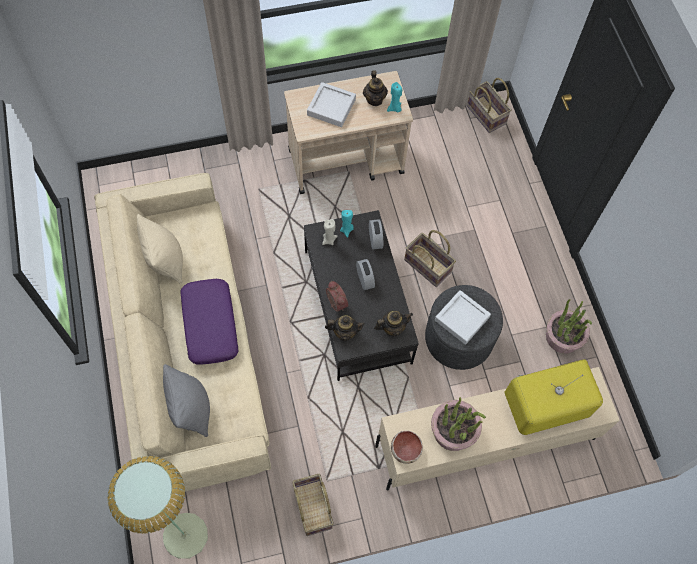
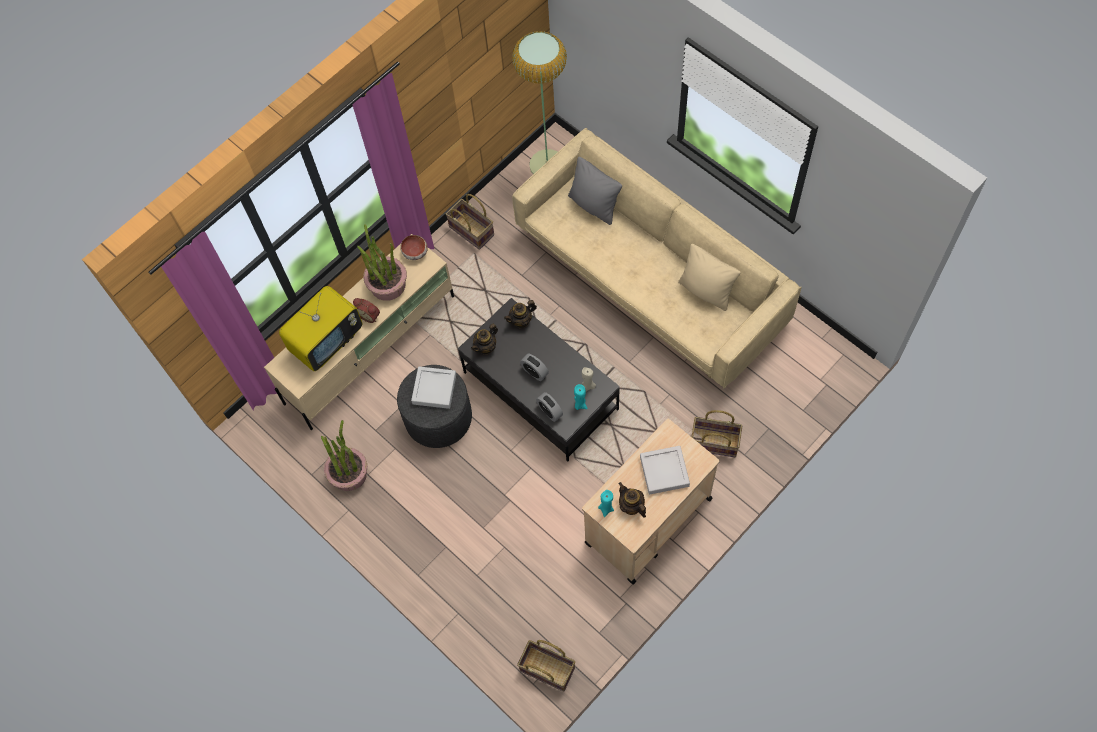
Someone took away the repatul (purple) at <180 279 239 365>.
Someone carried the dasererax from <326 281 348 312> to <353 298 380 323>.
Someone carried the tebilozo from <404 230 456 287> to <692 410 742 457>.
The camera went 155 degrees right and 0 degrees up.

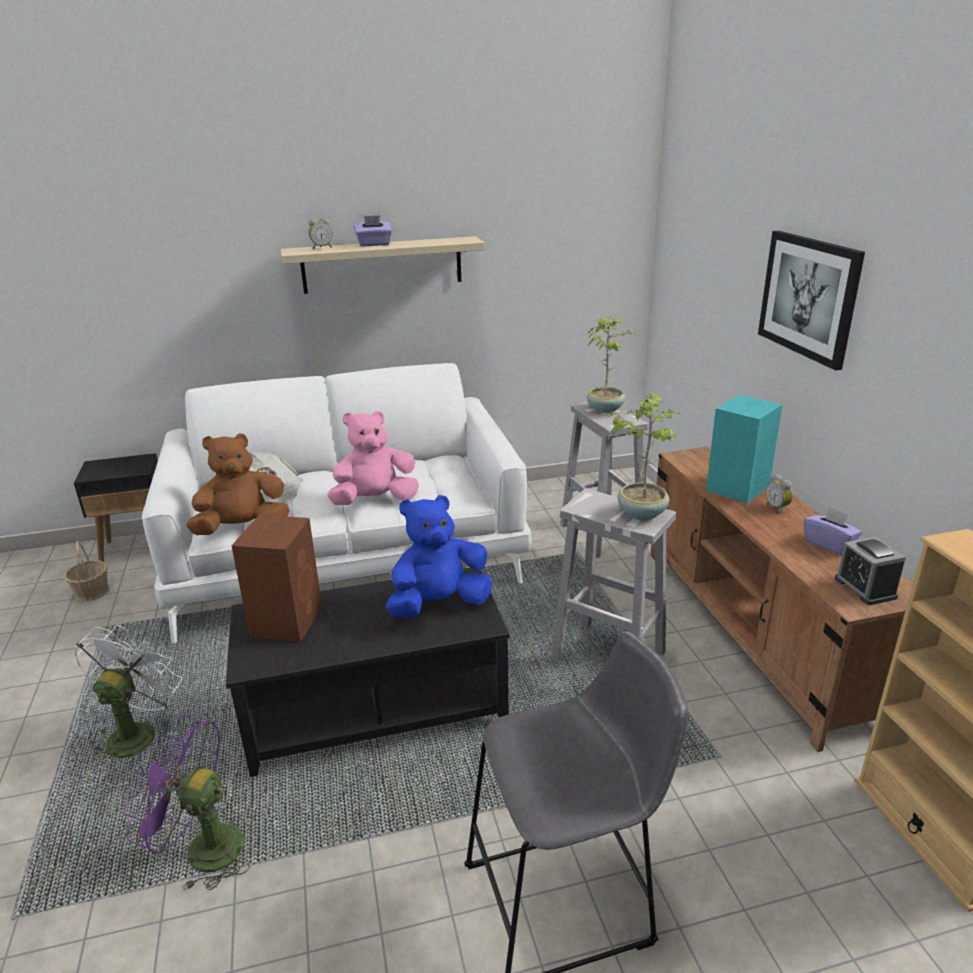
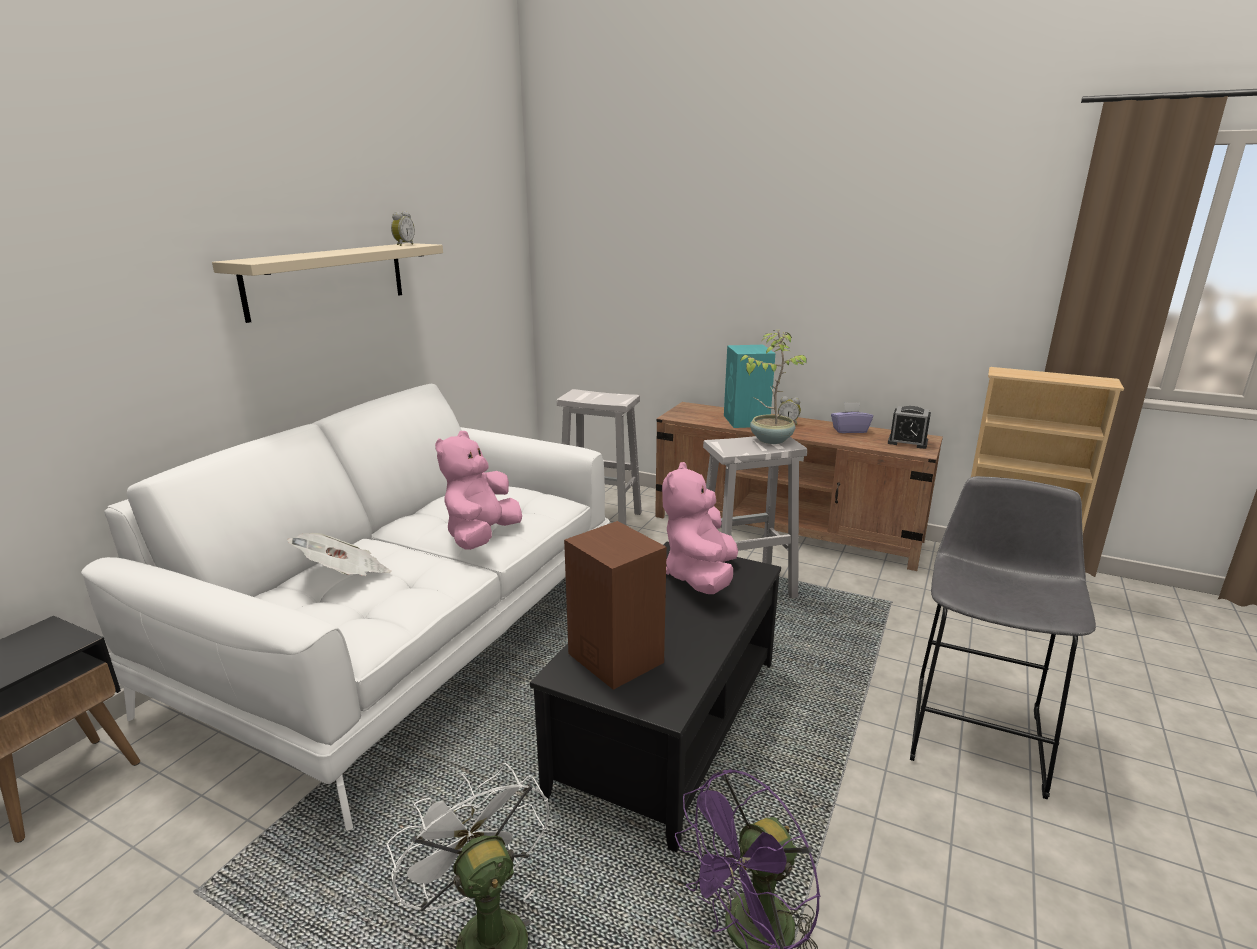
Someone took away the tebilozo at <64 541 110 602>.
Someone took away the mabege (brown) at <186 433 290 535>.
Someone carried the dasererax from <309 217 332 249> to <391 211 415 246>.
Someone took away the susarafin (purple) at <353 215 392 247>.
Someone repainted the mabege (blue) at <386 495 492 618>, which became the mabege (pink) at <662 462 738 594>.
Someone took away the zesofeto at <587 315 636 413>.
Someone took away the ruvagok at <758 231 865 371>.
The camera went 50 degrees left and 5 degrees down.

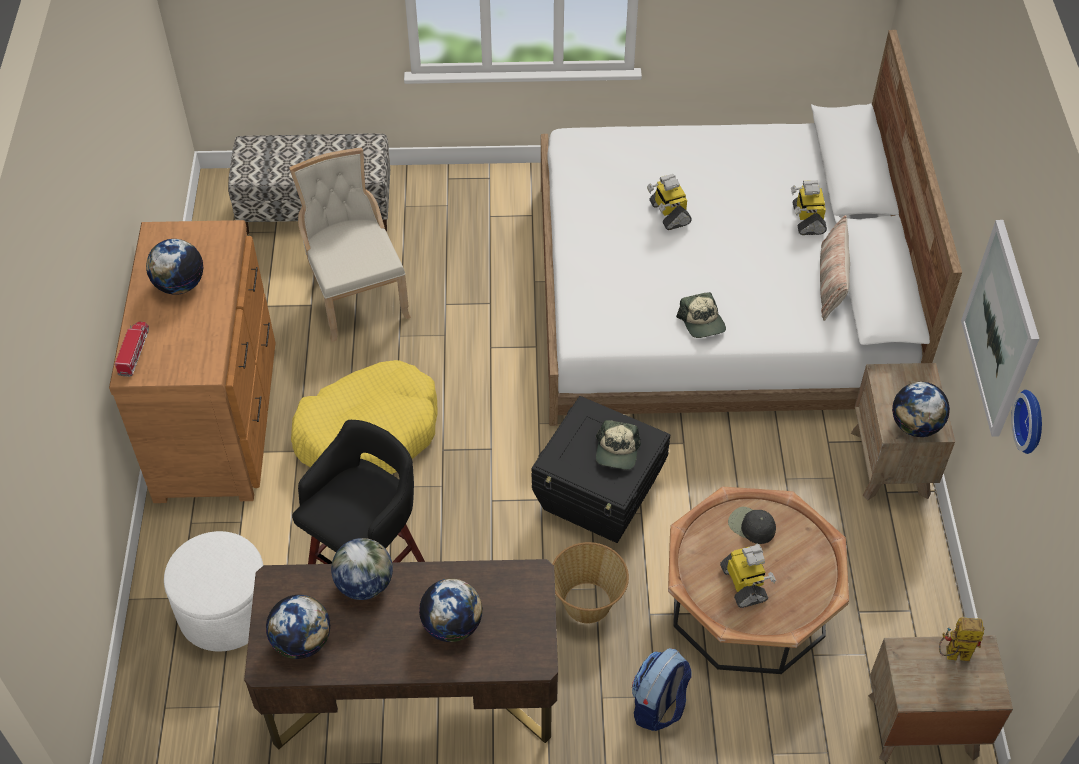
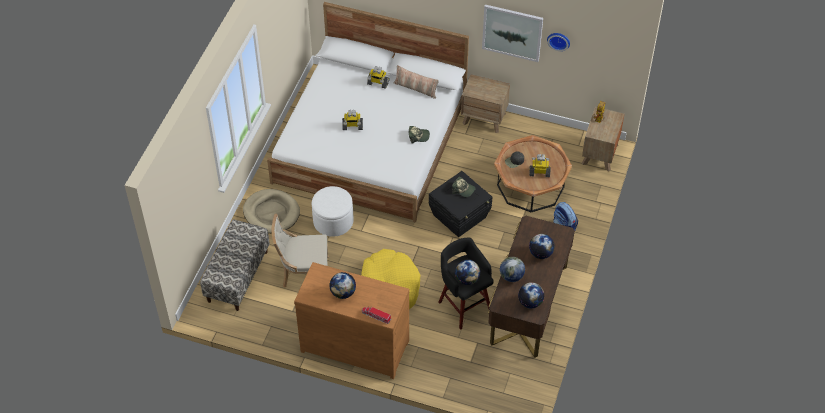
Someone carried the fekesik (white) from <164 531 263 652> to <312 186 353 237>.
Someone took away the tebilozo at <552 542 629 623>.
Someone carried the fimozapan from <892 382 950 437> to <455 259 480 285>.
Someone put down the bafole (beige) at <243 189 300 233>.
The camera went 70 degrees left and 0 degrees up.

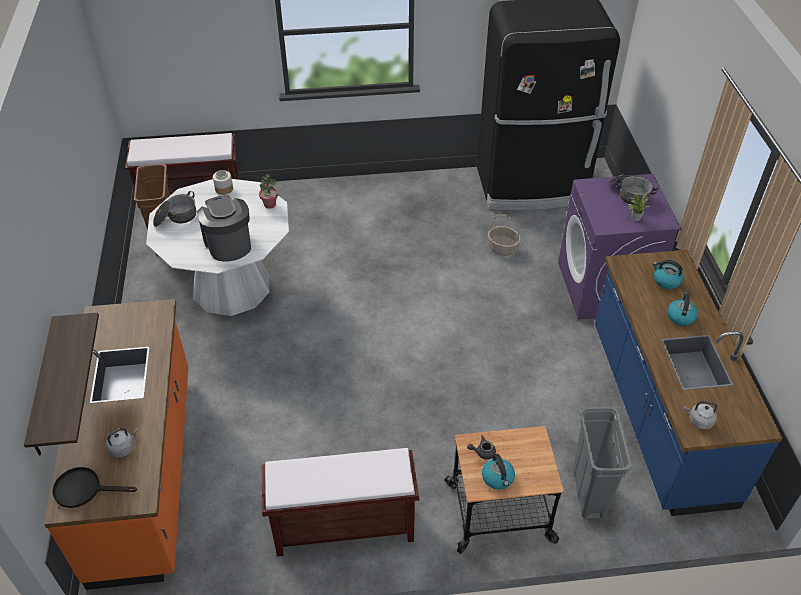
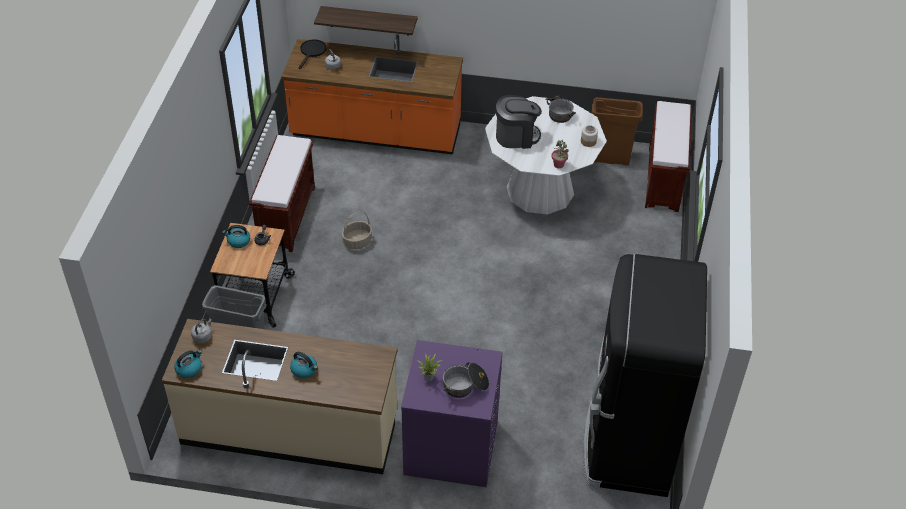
Someone carried the tebilozo from <488 214 521 256> to <342 211 372 249>.
Someone repainted the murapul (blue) at <595 250 783 516>, which became the murapul (beige) at <162 319 397 474>.
Someone carried the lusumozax from <653 260 683 289> to <174 350 202 378>.
The camera went 105 degrees right and 0 degrees up.

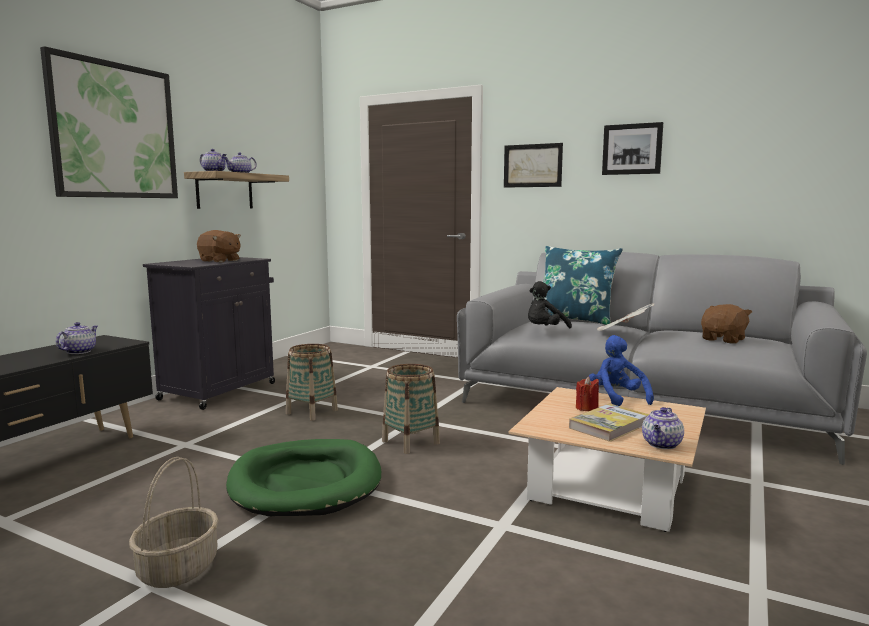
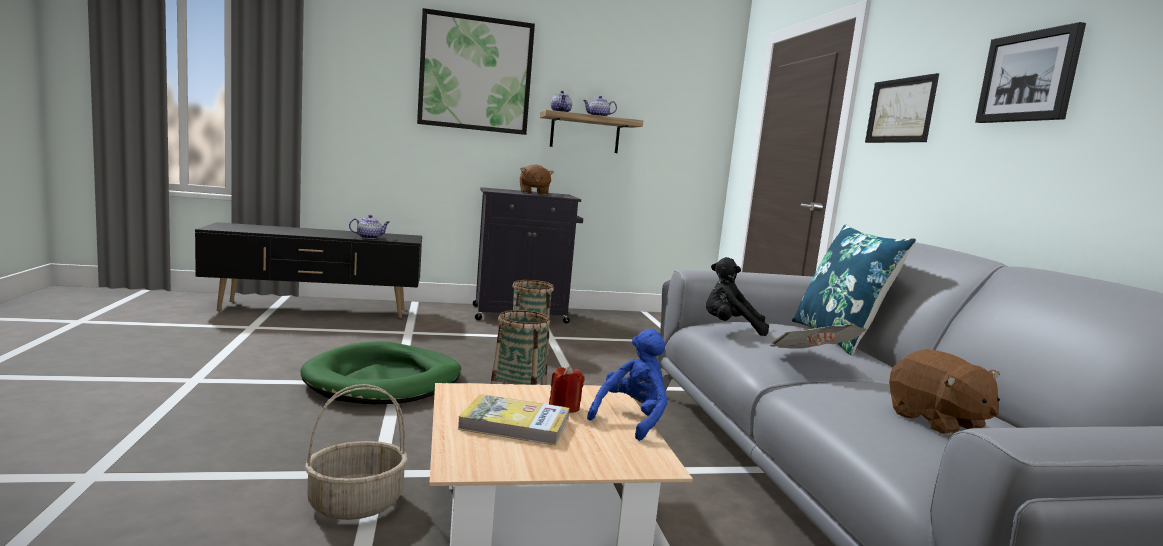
Someone carried the tebilozo from <129 457 218 588> to <305 384 408 520>.
Someone took away the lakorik at <642 407 684 449>.
Someone rotated the mabege (brown) at <701 304 752 344> by 60 degrees clockwise.
The camera went 50 degrees right and 0 degrees up.

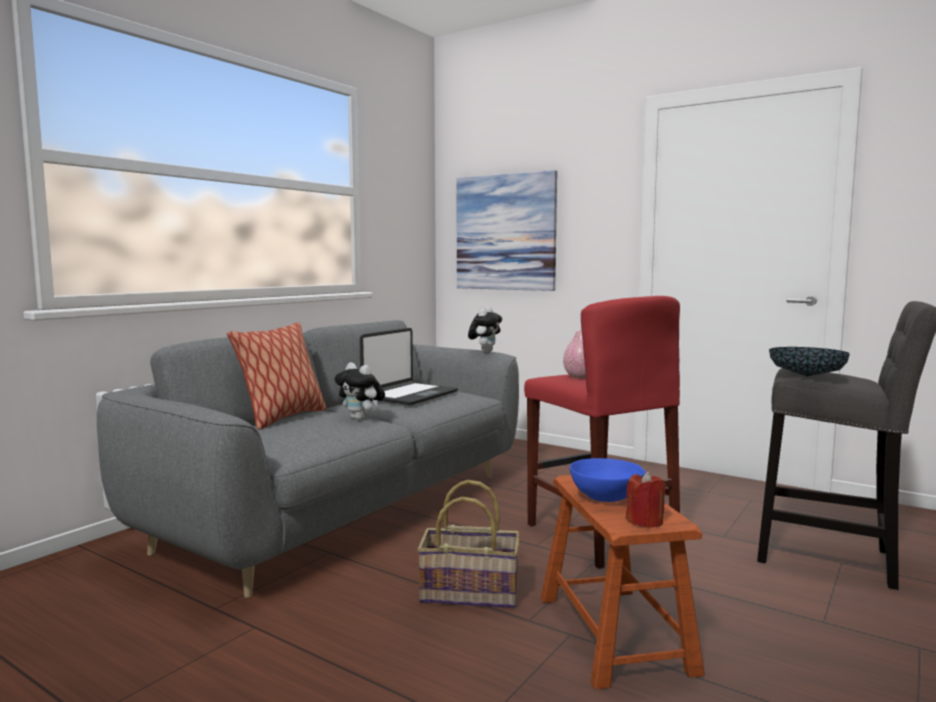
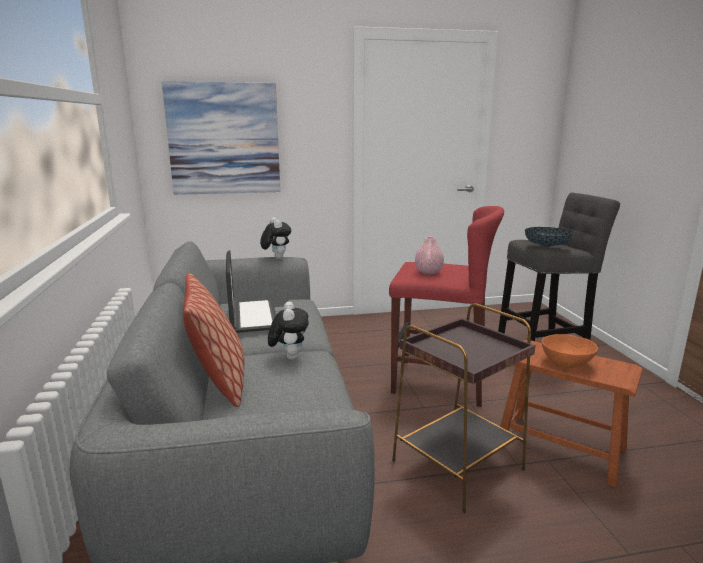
Someone rotated the mabege at <334 363 385 420> by 90 degrees counterclockwise.
Someone swapped the tebilozo at <417 480 520 608> for the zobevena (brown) at <392 303 536 513>.
Someone repainted the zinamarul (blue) at <570 458 646 502>, which became the zinamarul (orange) at <542 334 598 368>.
Someone took away the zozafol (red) at <626 471 666 528>.
The camera went 45 degrees left and 10 degrees up.

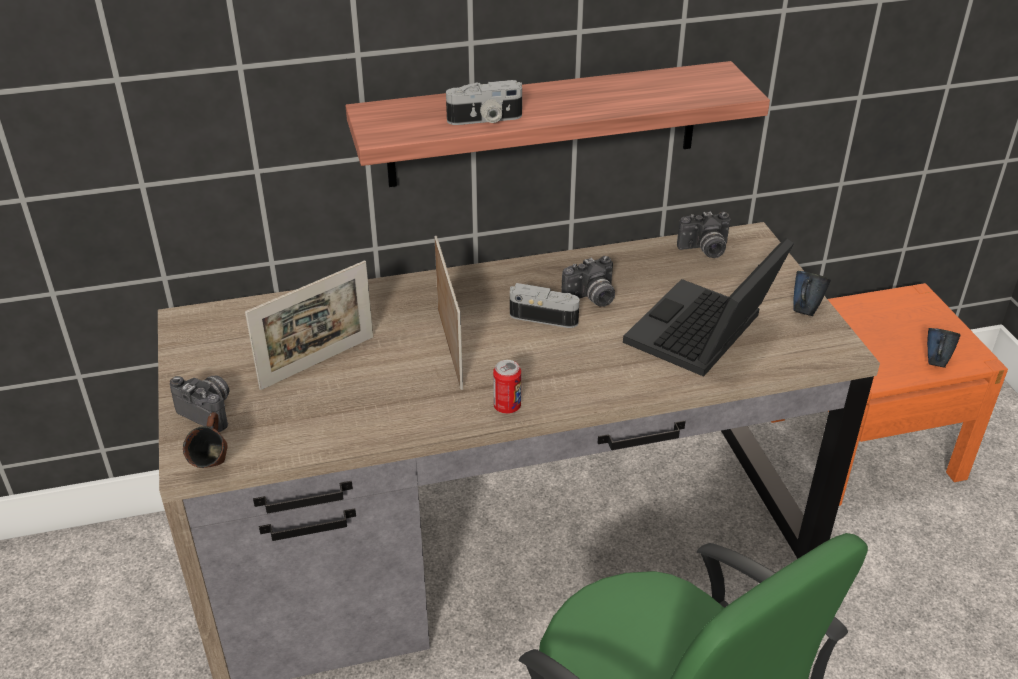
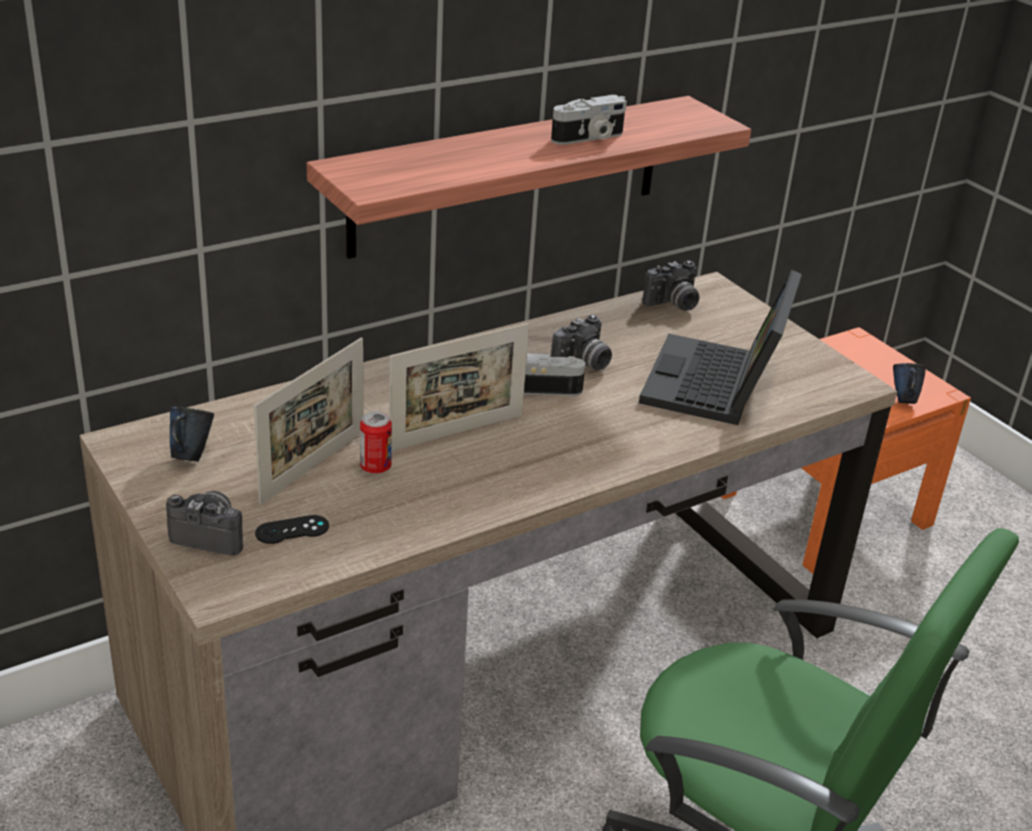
Someone took away the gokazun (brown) at <183 412 228 468>.
Someone rotated the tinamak at <434 236 463 390> by 90 degrees clockwise.
Someone carried the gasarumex from <446 80 522 125> to <551 95 627 145>.
Someone carried the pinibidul from <493 360 521 414> to <360 411 392 474>.
Someone carried the gokazun (blue) from <793 271 831 316> to <170 407 214 462>.
Someone put down the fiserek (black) at <255 515 329 544>.
The camera went 20 degrees left and 5 degrees down.

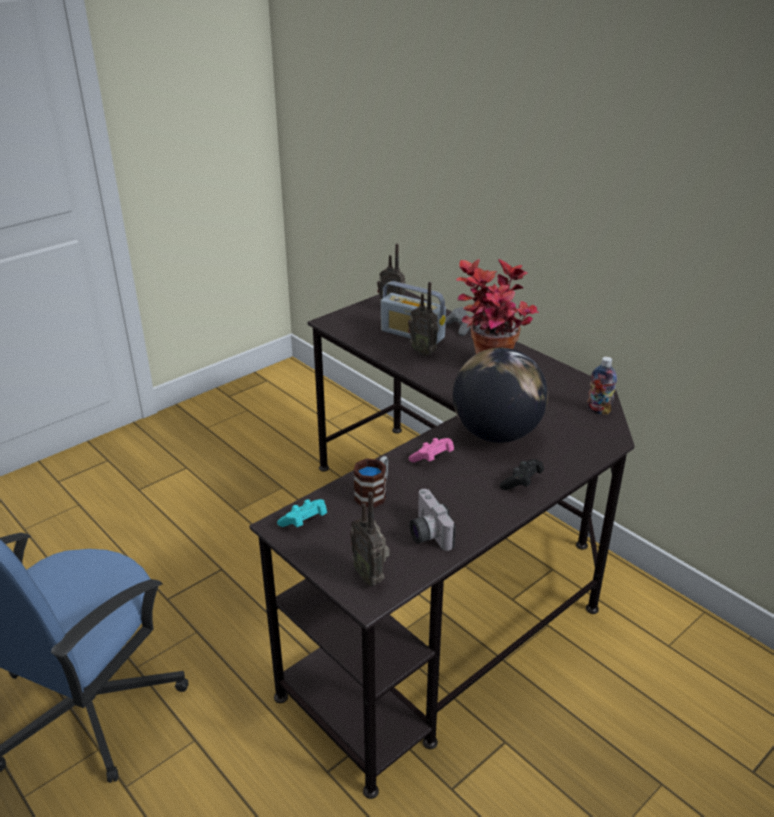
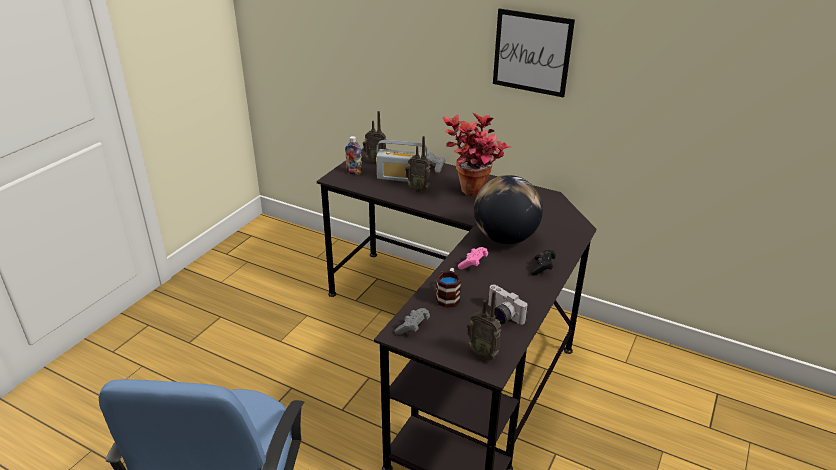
Someone repainted the fiserek (turquoise) at <277 499 327 527>, which became the fiserek (grey) at <395 308 430 335>.
Someone carried the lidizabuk from <587 357 617 415> to <345 136 362 175>.
Someone put up the ruvagok at <493 9 575 98>.
The camera went 20 degrees left and 0 degrees up.

